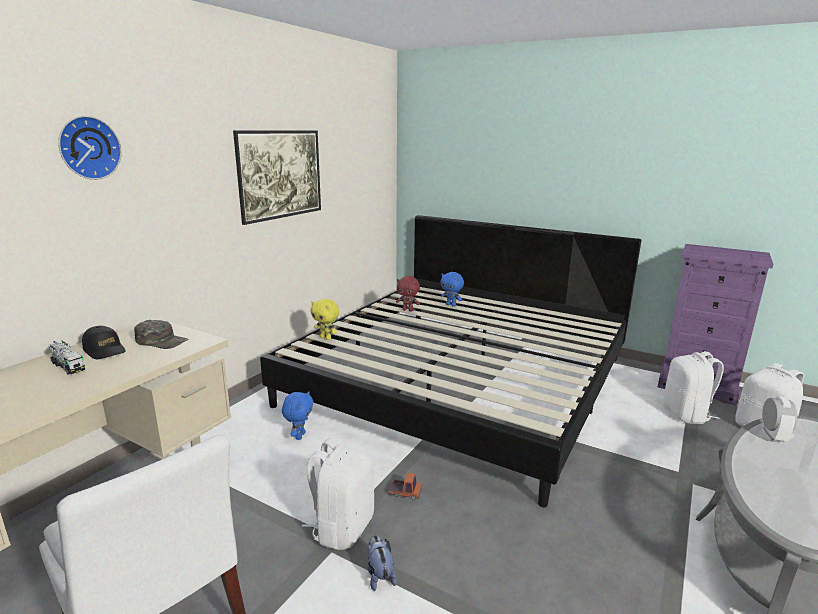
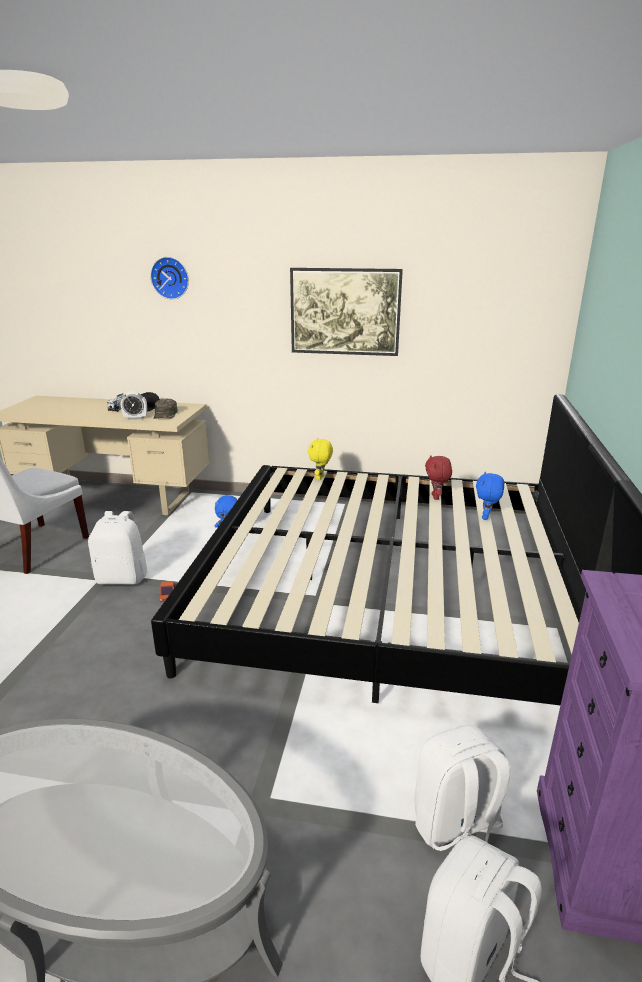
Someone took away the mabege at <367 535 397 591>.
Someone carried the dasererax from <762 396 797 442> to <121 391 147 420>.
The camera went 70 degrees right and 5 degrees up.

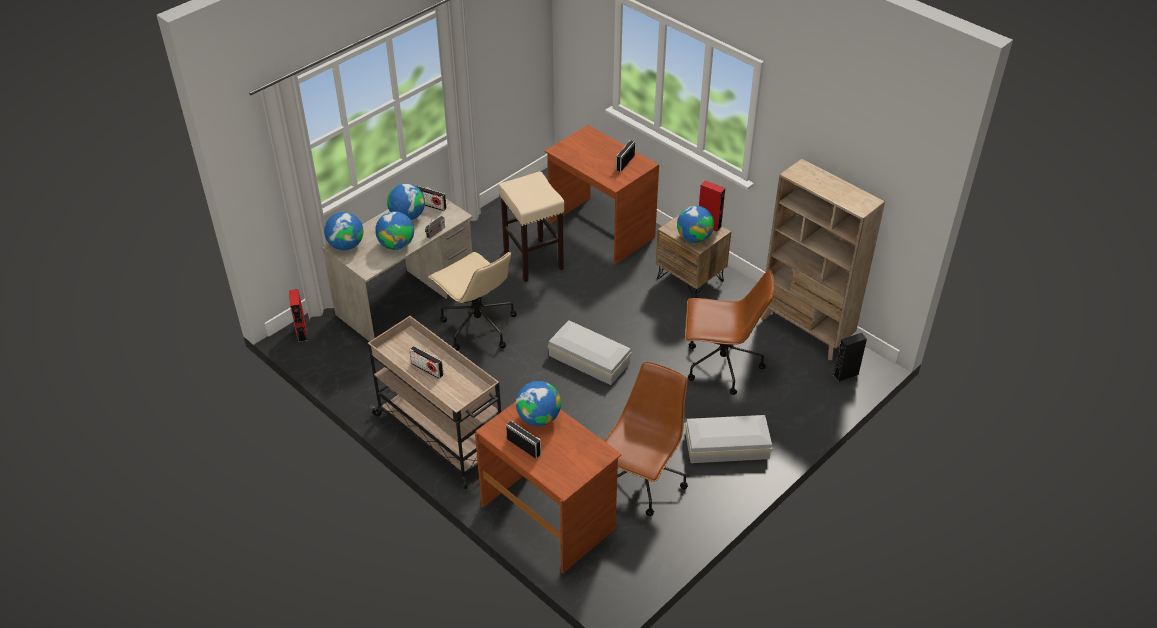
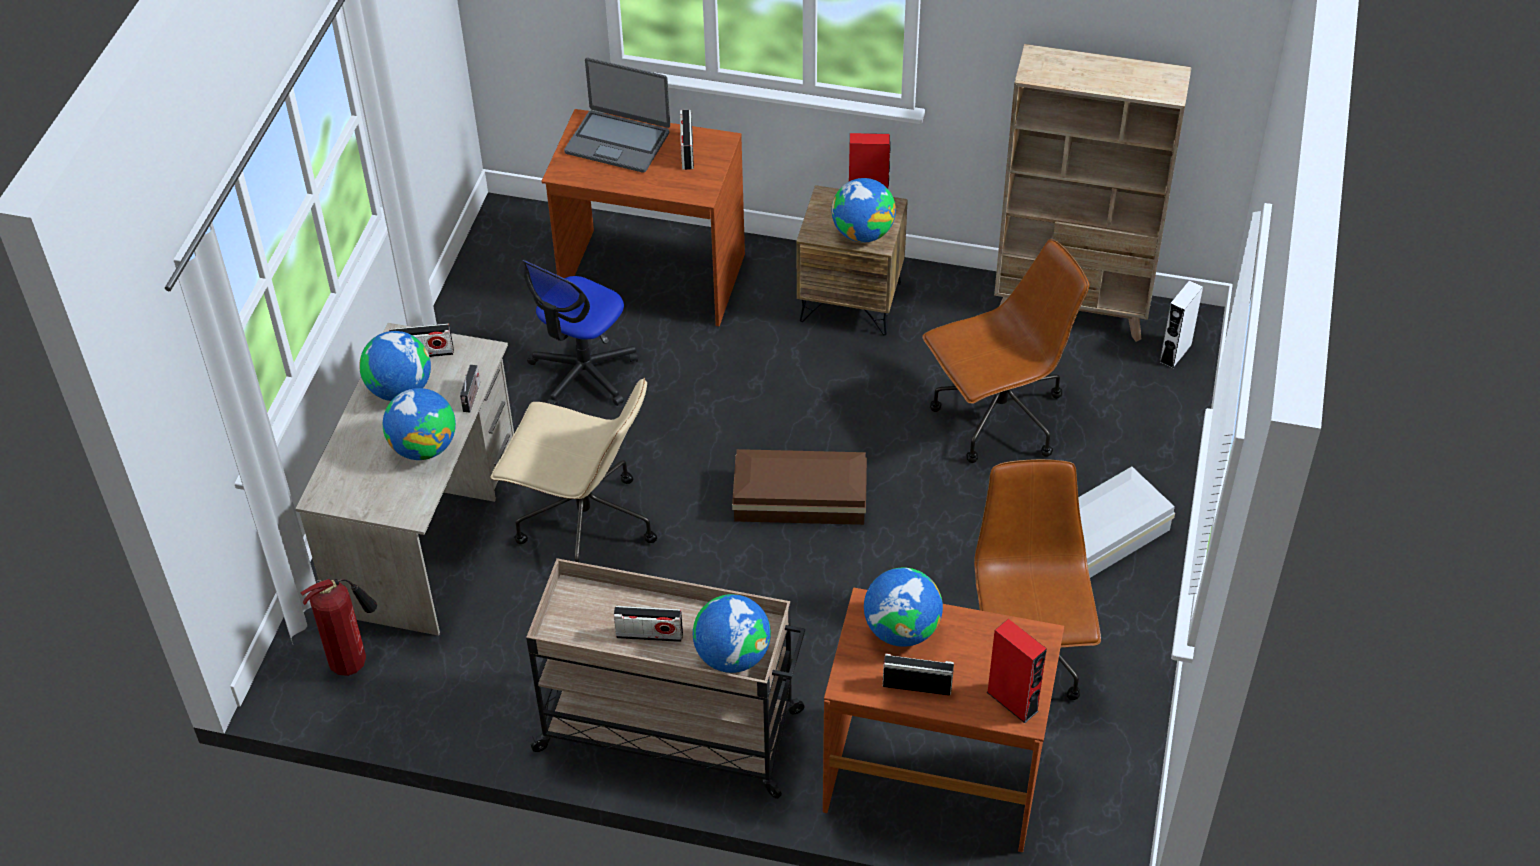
Someone carried the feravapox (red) from <289 289 308 342> to <986 619 1047 723>.
Someone carried the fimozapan from <324 212 363 250> to <693 594 771 673>.
Someone swapped the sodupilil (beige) at <498 171 565 282> for the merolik at <522 260 638 406>.
Someone repainted the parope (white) at <548 320 632 385>, which became the parope (brown) at <732 449 867 525>.
Someone repainted the feravapox (black) at <833 333 867 382>, which became the feravapox (white) at <1159 280 1203 369>.
Someone put down the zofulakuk at <301 579 377 676>.
Someone put down the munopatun at <564 58 670 173>.
The camera went 30 degrees left and 5 degrees up.

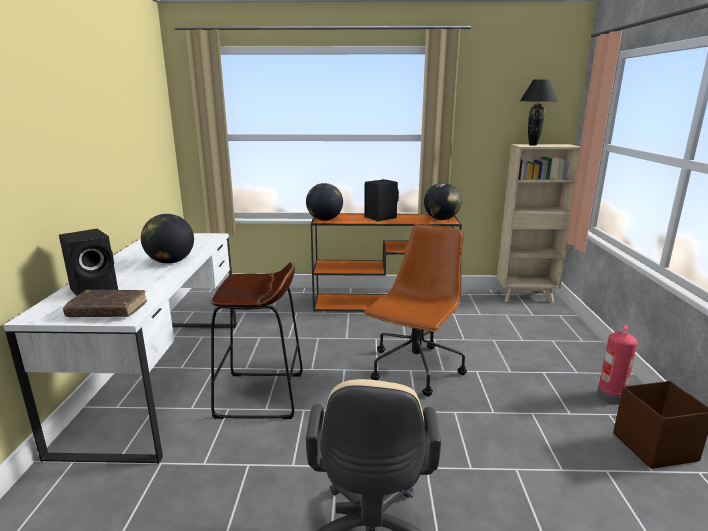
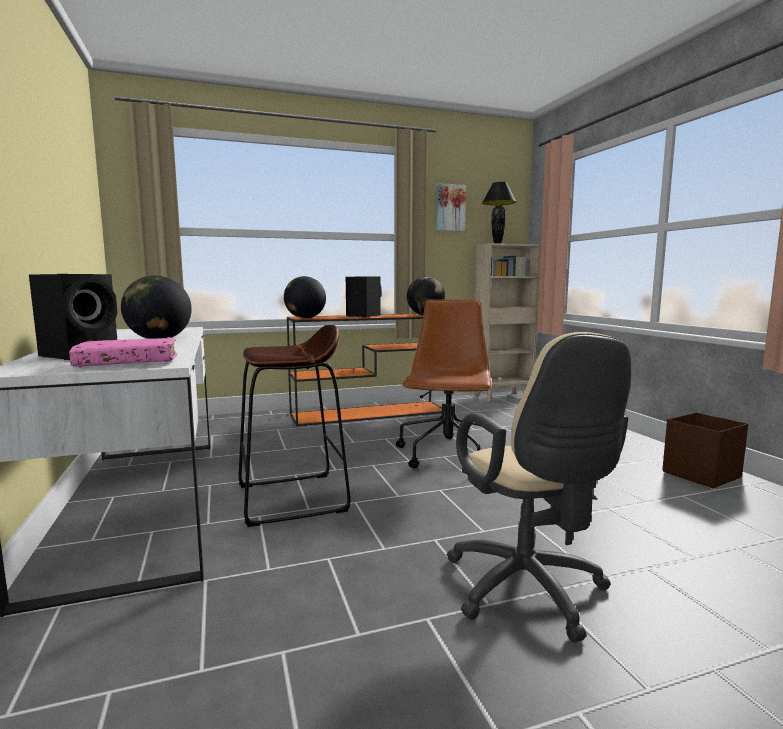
Someone repainted the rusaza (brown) at <63 290 147 317>, which became the rusaza (pink) at <69 337 177 367>.
Someone took away the zofulakuk at <597 324 638 405>.
Someone put up the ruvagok at <437 183 466 231>.
The camera went 20 degrees left and 10 degrees down.

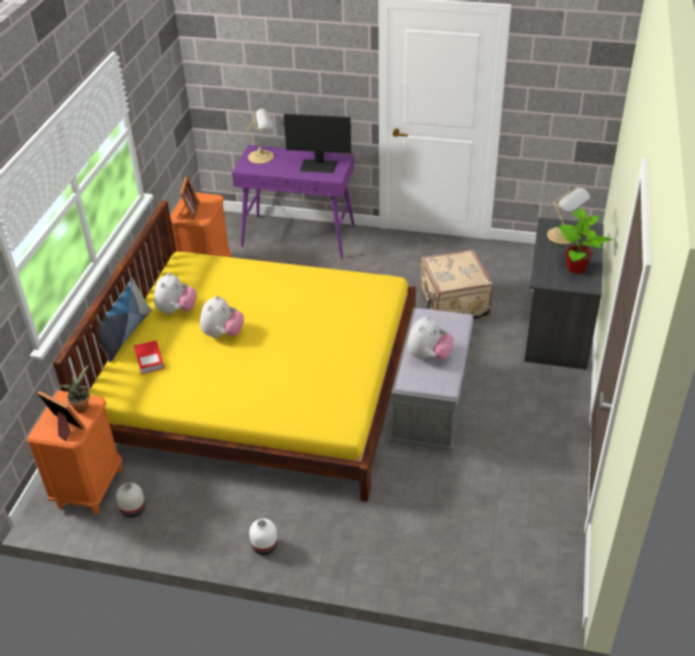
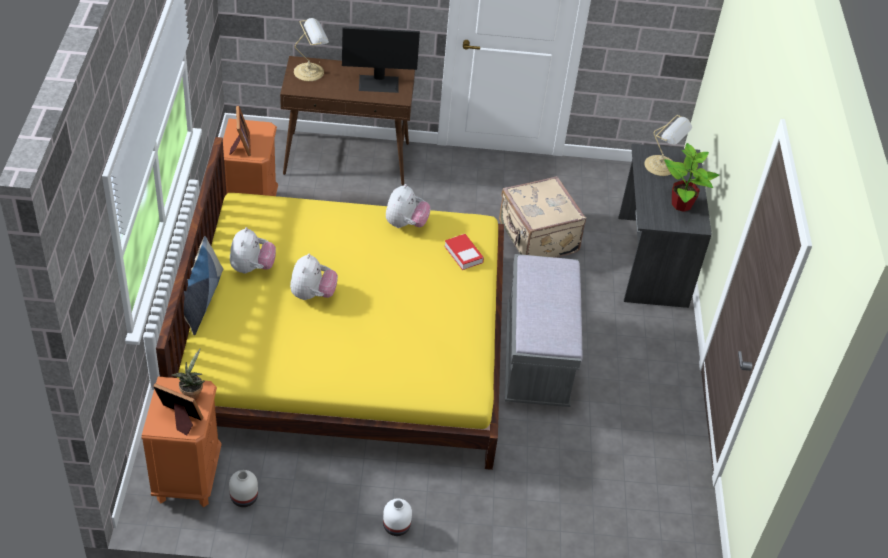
Someone carried the rusaza from <134 340 164 374> to <444 234 484 270>.
Someone repainted the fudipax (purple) at <232 145 355 259>, which became the fudipax (brown) at <280 56 415 185>.
Someone carried the mabege from <408 315 454 360> to <386 184 431 228>.
The camera went 15 degrees left and 5 degrees up.

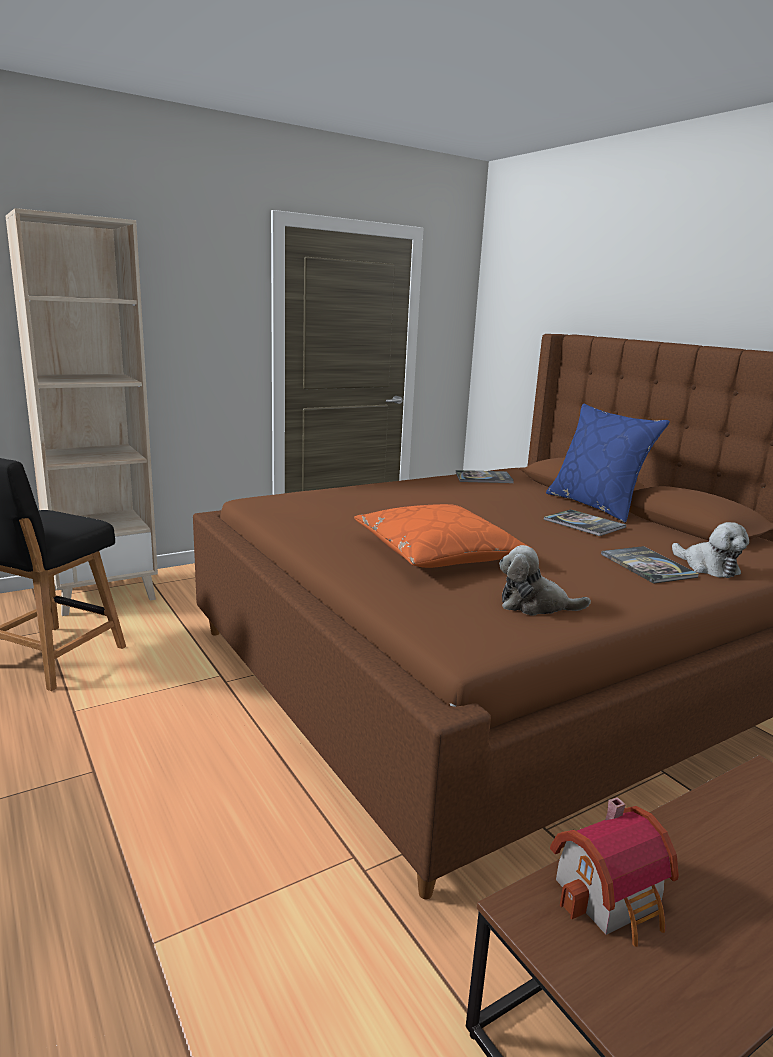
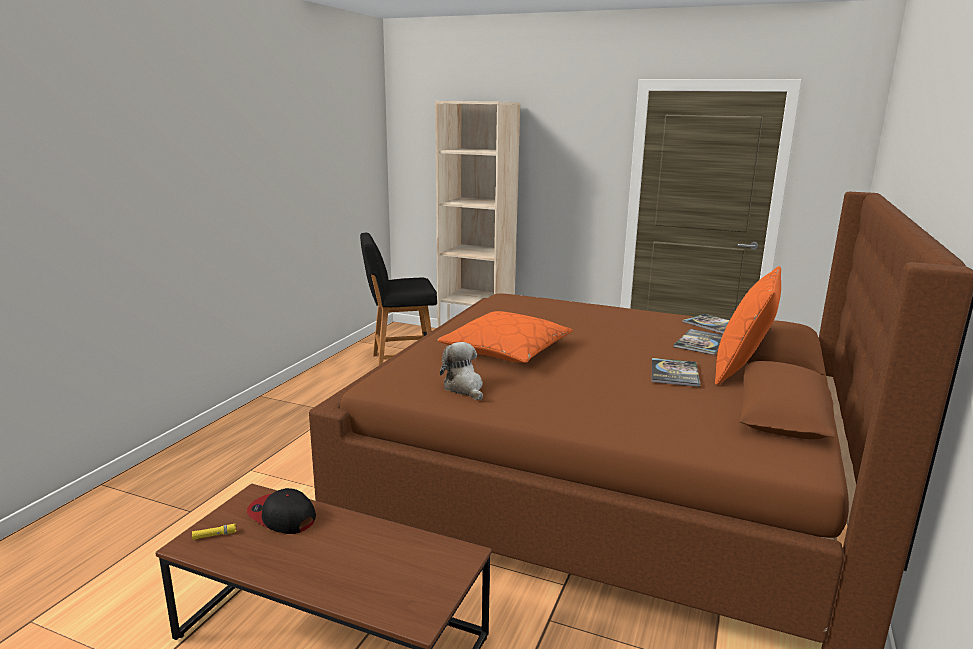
Someone repainted the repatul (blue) at <546 404 670 523>, which became the repatul (orange) at <715 266 781 385>.
Someone swapped the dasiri at <550 797 679 947> for the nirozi at <247 488 316 534>.
Someone carried the rusaza from <601 546 699 584> to <674 329 723 355>.
Someone took away the mabege at <672 522 749 578>.
Someone put down the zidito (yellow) at <192 523 236 540>.
The camera went 55 degrees right and 0 degrees up.

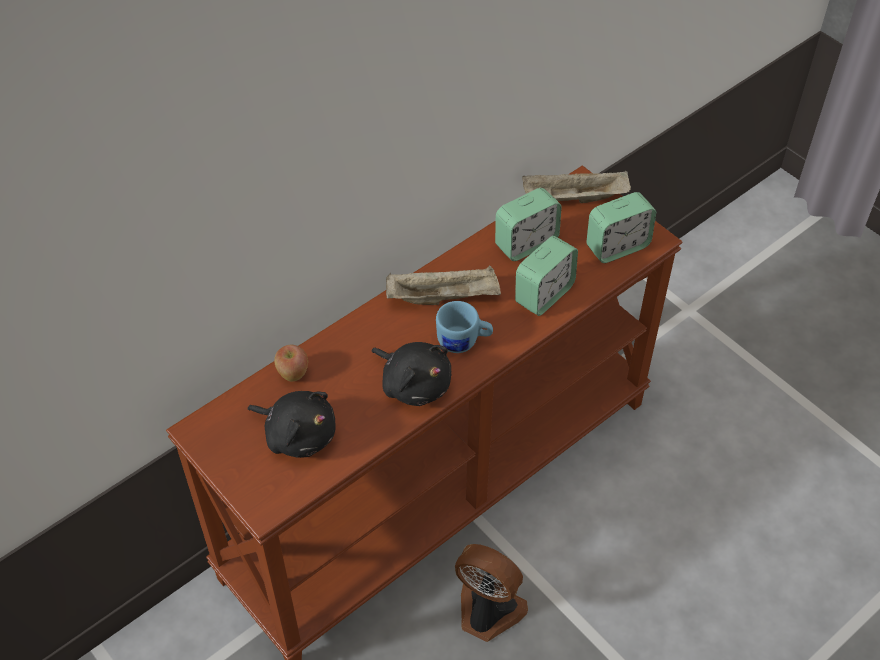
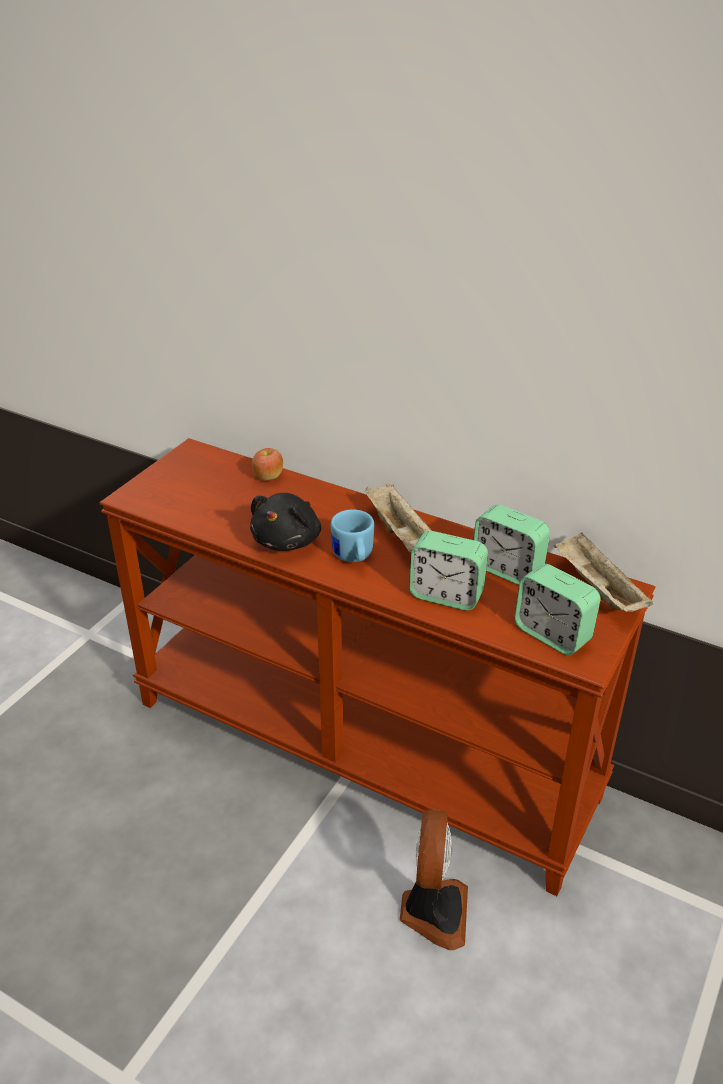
Someone took away the mabege (black) at <248 391 336 458>.
Someone carried the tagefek from <455 544 528 642> to <400 809 468 950>.
The camera went 70 degrees right and 15 degrees down.

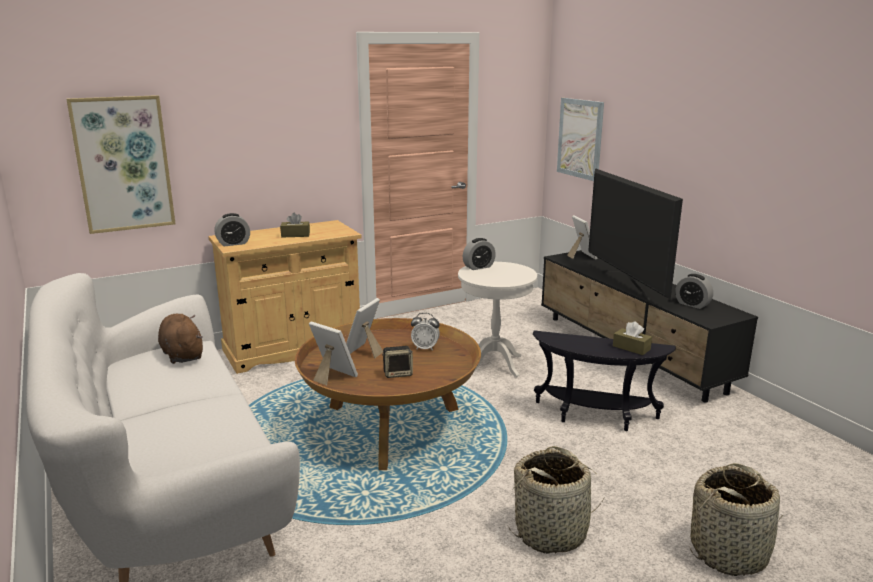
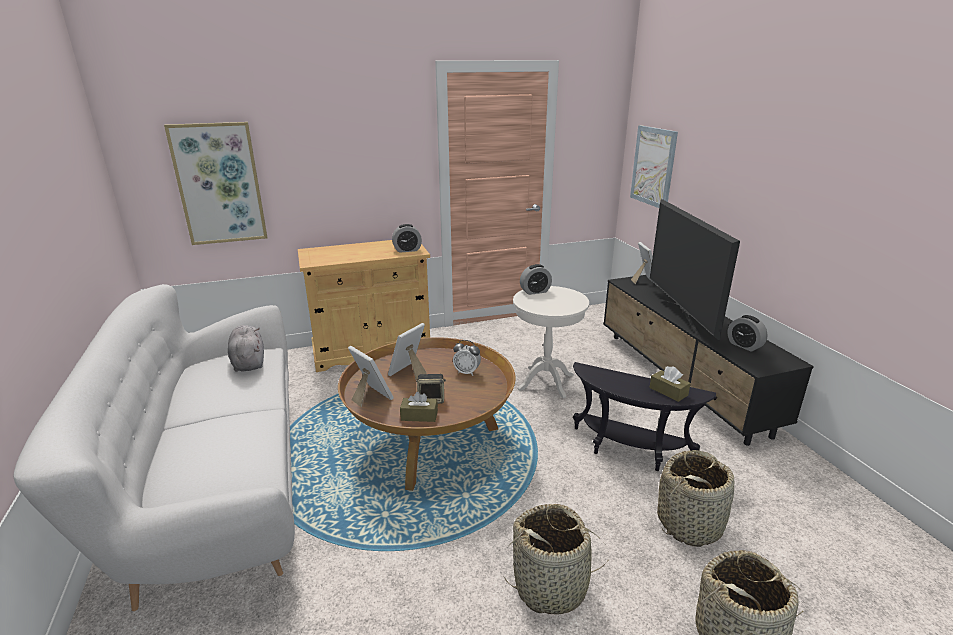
Someone repainted the mabege (brown) at <158 314 203 364>, which became the mabege (grey) at <228 325 264 372>.
Someone carried the dasererax from <214 213 250 246> to <392 224 422 253>.
Someone carried the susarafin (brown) from <280 213 310 237> to <400 392 438 422>.
Someone put down the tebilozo at <657 450 734 547>.
The camera went 10 degrees right and 5 degrees up.

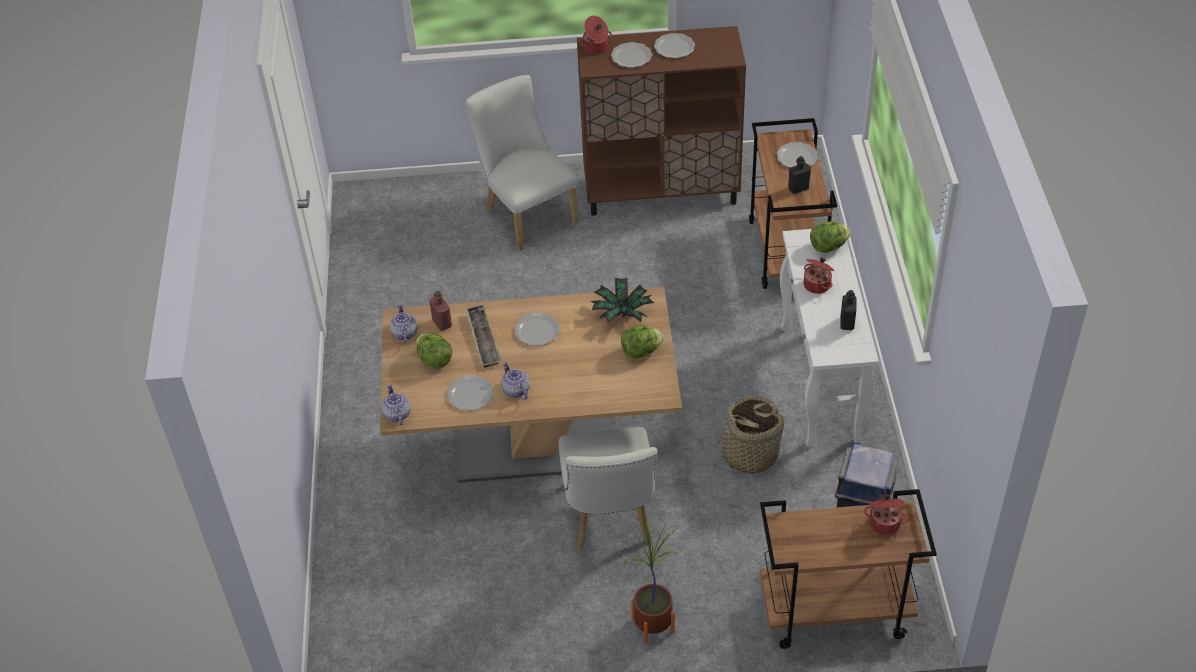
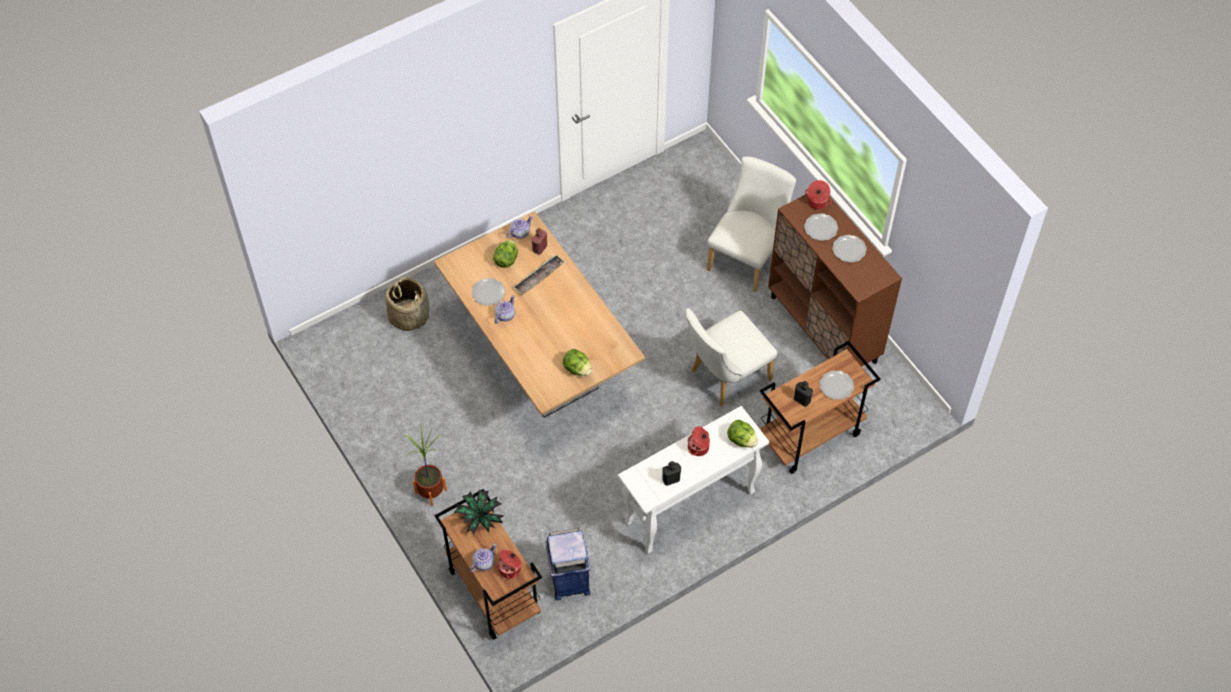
Someone carried the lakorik from <381 384 410 425> to <470 544 497 572>.
Someone took away the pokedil at <514 312 560 346>.
Someone carried the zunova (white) from <559 427 658 551> to <685 308 777 407>.
Someone carried the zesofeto from <591 278 654 323> to <454 489 505 535>.
Someone carried the tebilozo from <709 396 786 474> to <385 277 429 331>.
The camera went 60 degrees right and 10 degrees up.

